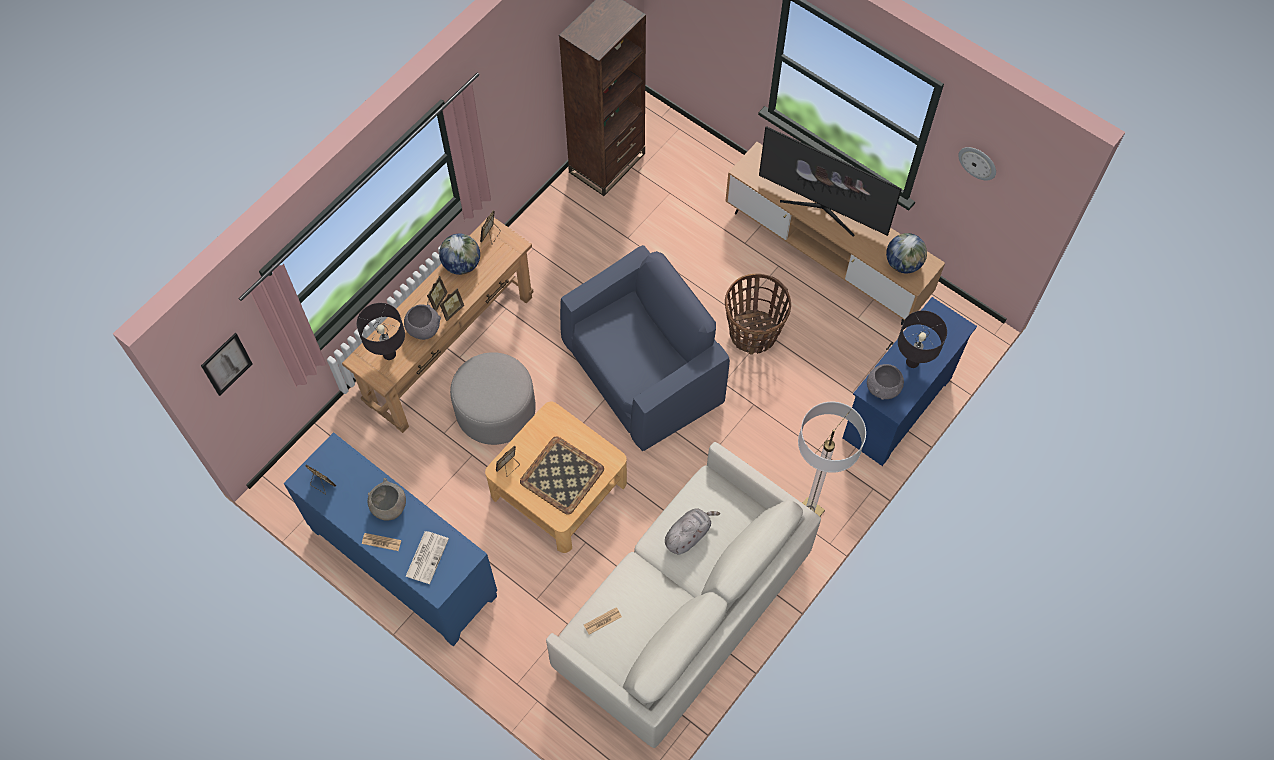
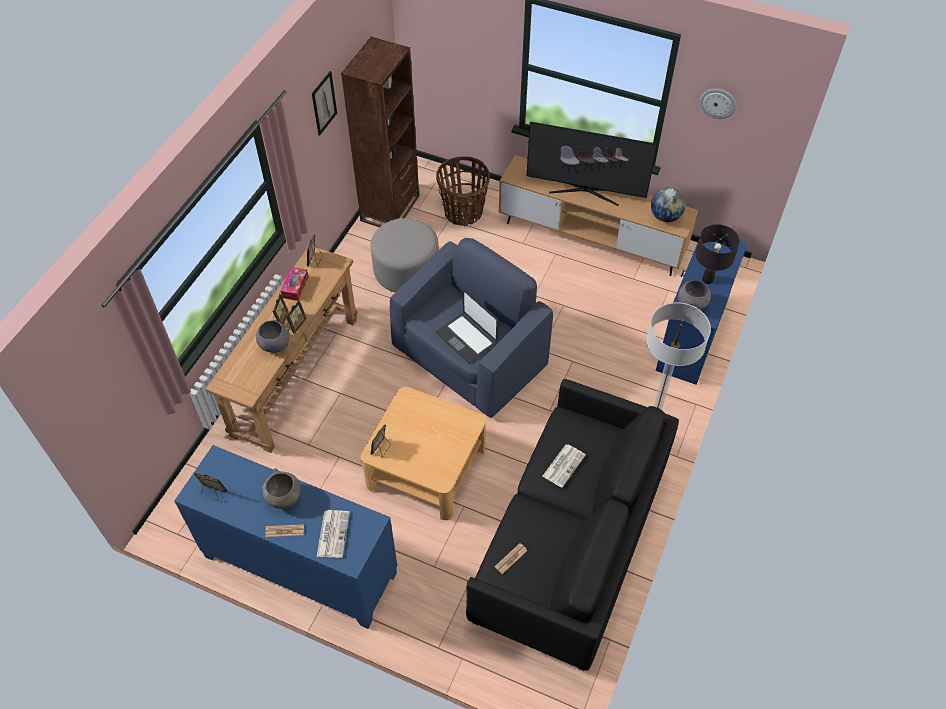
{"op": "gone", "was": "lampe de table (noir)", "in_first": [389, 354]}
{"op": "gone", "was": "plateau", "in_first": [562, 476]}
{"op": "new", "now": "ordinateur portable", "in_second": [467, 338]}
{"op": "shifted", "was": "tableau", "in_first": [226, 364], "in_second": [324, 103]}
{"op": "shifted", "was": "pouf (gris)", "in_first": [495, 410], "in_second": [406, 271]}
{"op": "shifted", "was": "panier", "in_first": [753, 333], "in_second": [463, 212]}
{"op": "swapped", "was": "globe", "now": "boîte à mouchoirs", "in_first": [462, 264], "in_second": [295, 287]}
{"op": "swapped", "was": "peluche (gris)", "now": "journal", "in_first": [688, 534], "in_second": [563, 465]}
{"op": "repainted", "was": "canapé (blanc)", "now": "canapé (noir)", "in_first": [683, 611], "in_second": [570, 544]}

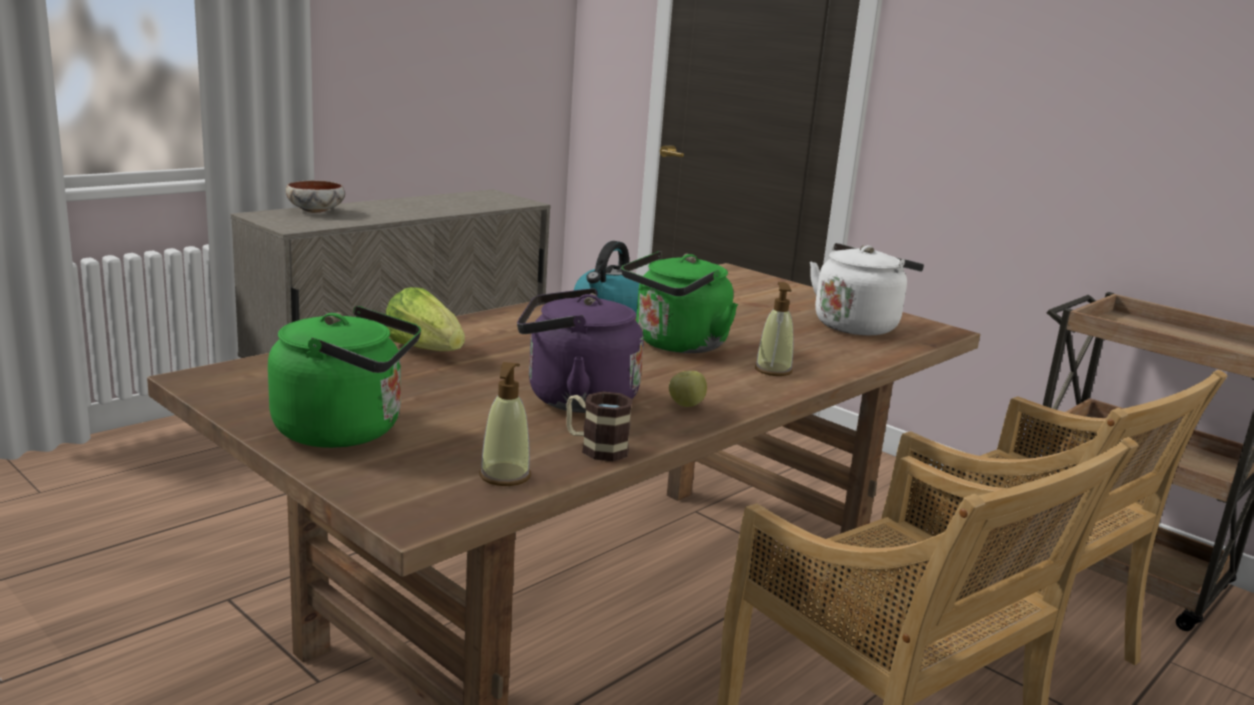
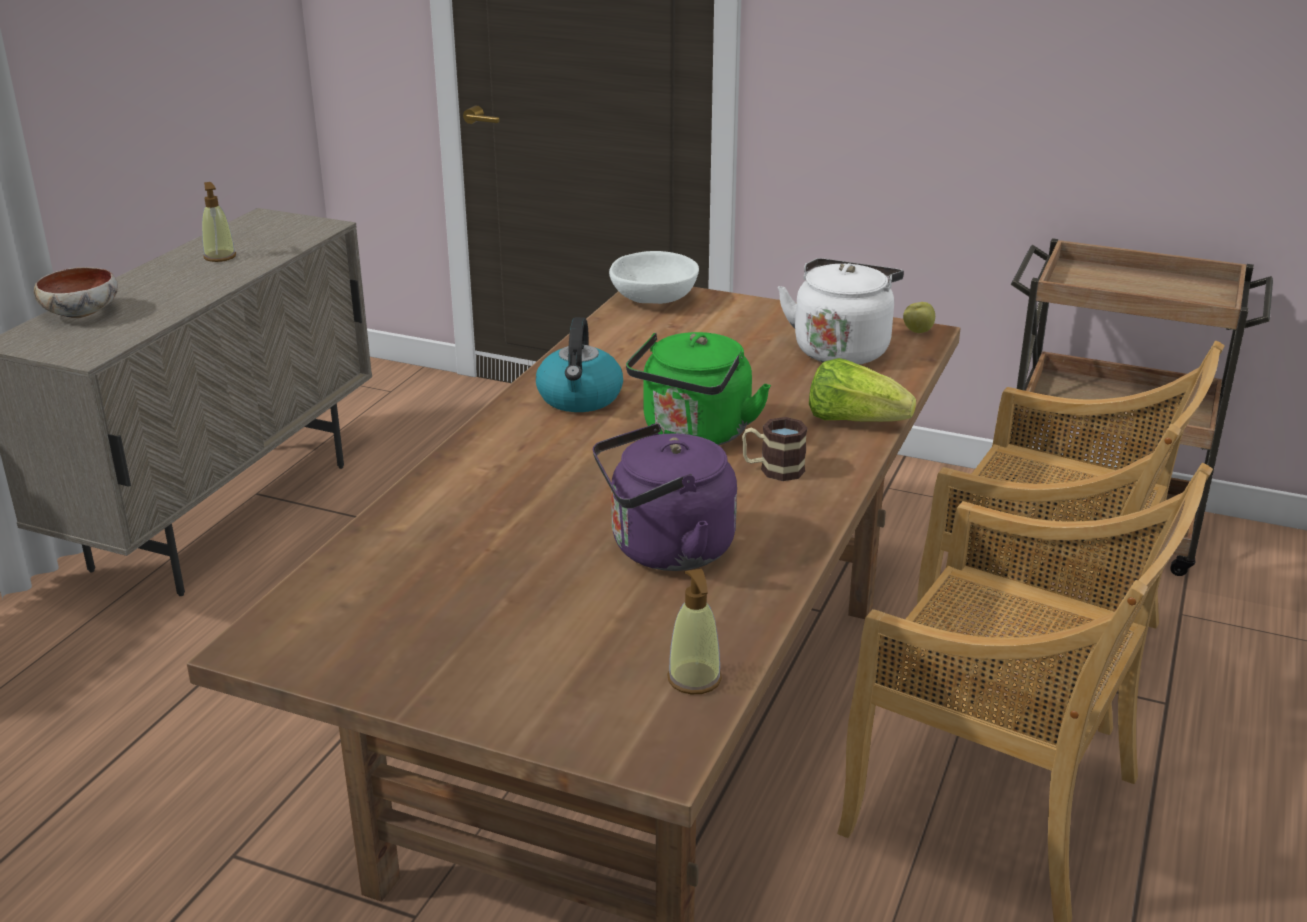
{"op": "gone", "was": "bouilloire (vert)", "in_first": [347, 431]}
{"op": "new", "now": "bol (blanc)", "in_second": [653, 300]}
{"op": "shifted", "was": "laitue", "in_first": [425, 350], "in_second": [854, 421]}
{"op": "shifted", "was": "mug", "in_first": [595, 448], "in_second": [773, 470]}
{"op": "shifted", "was": "pomme", "in_first": [685, 405], "in_second": [917, 331]}
{"op": "shifted", "was": "distributeur de savon", "in_first": [773, 370], "in_second": [220, 257]}

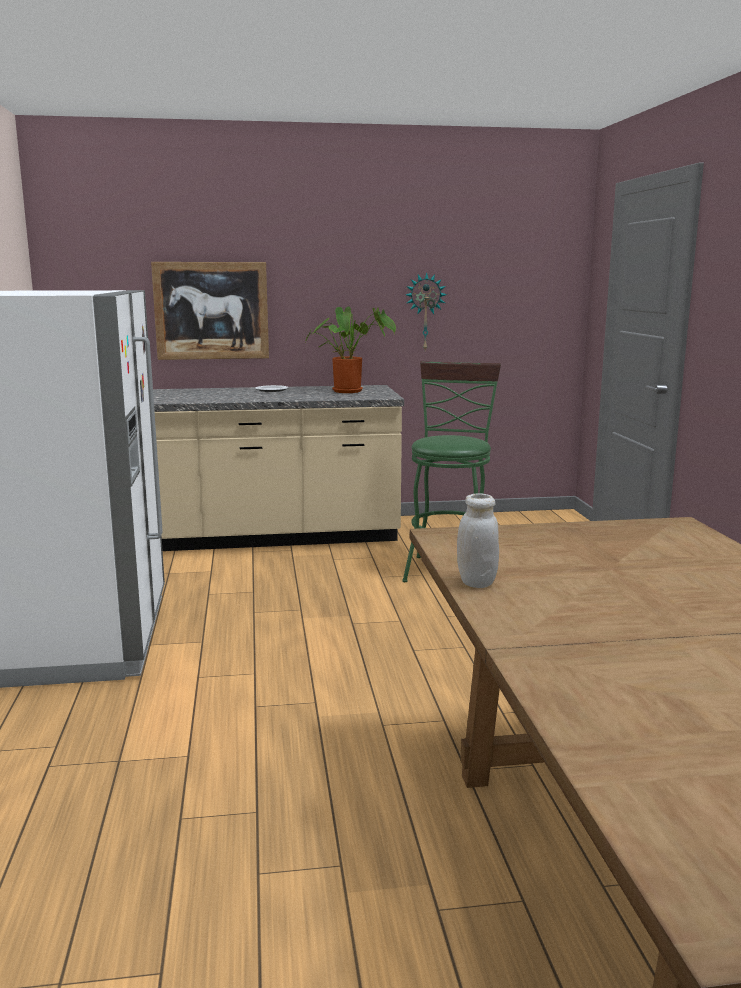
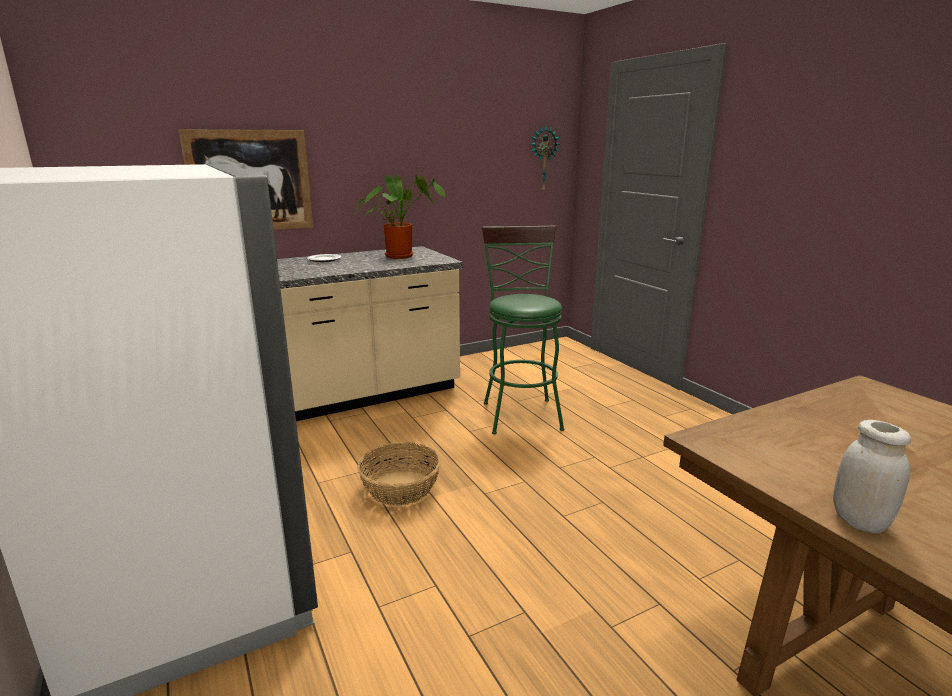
{"op": "new", "now": "panier", "in_second": [401, 487]}
{"op": "shifted", "was": "horloge murale", "in_first": [425, 312], "in_second": [543, 159]}

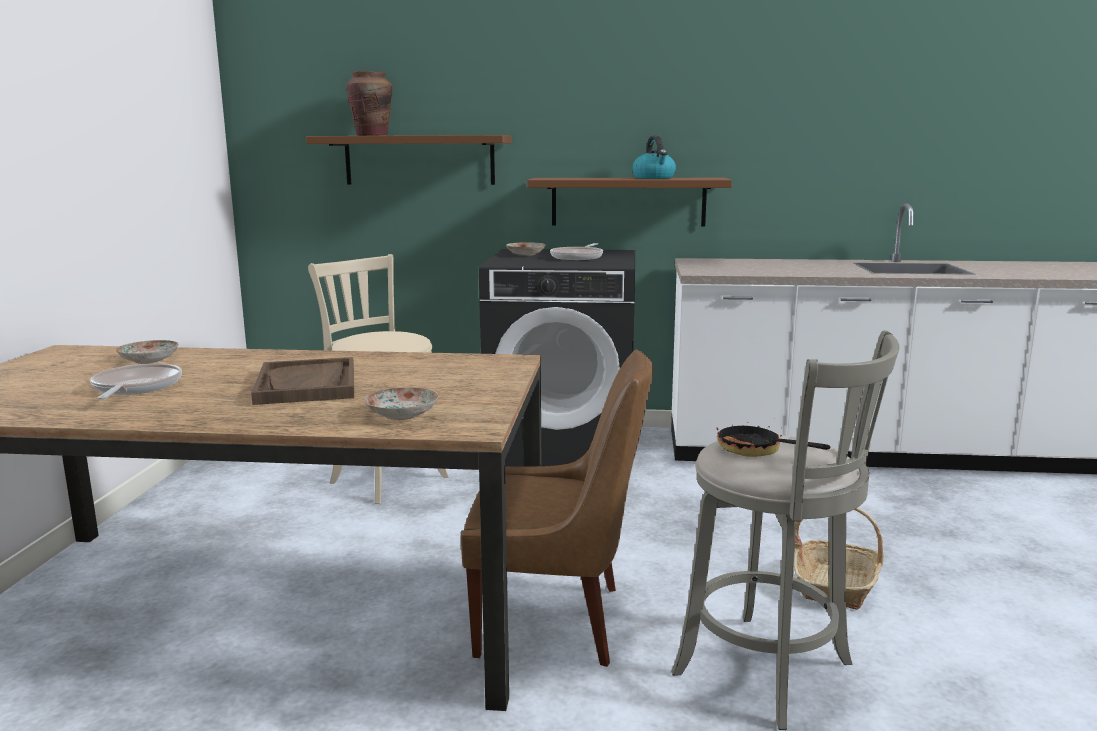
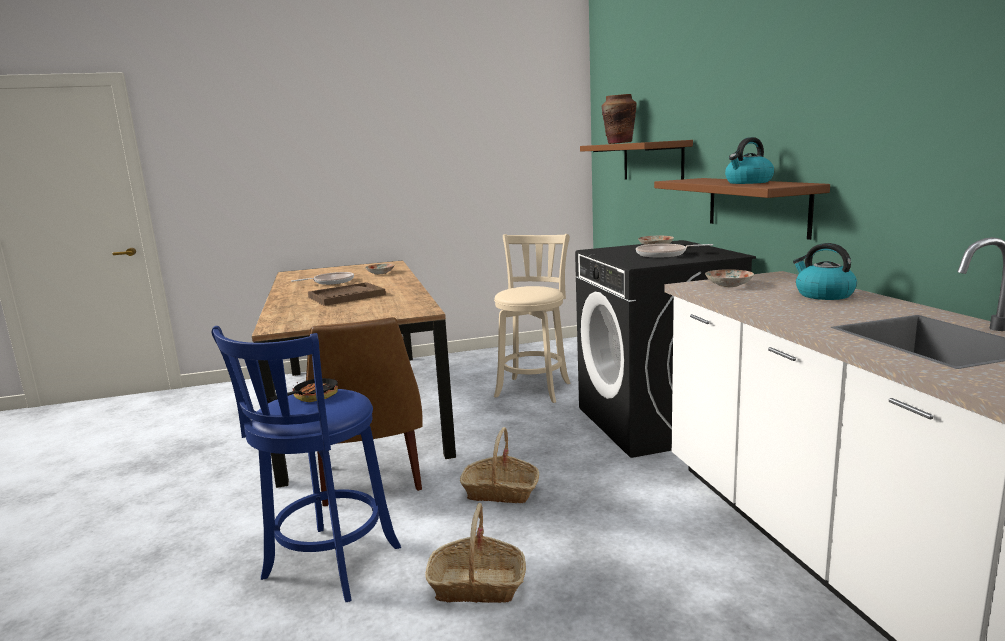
{"op": "new", "now": "panier", "in_second": [500, 491]}
{"op": "new", "now": "bouilloire", "in_second": [823, 295]}
{"op": "shifted", "was": "assiette", "in_first": [402, 414], "in_second": [729, 285]}
{"op": "repainted", "was": "tabouret (gris)", "now": "tabouret (bleu)", "in_first": [771, 672], "in_second": [328, 566]}

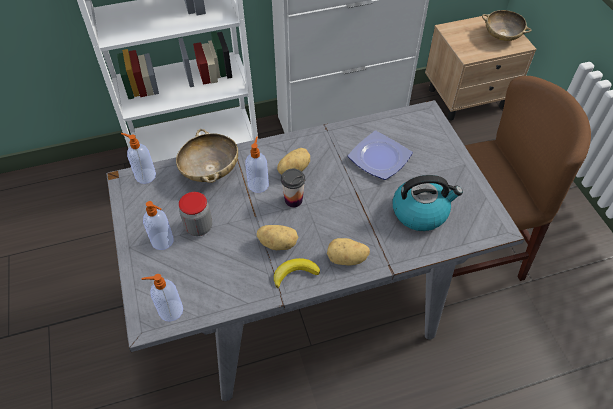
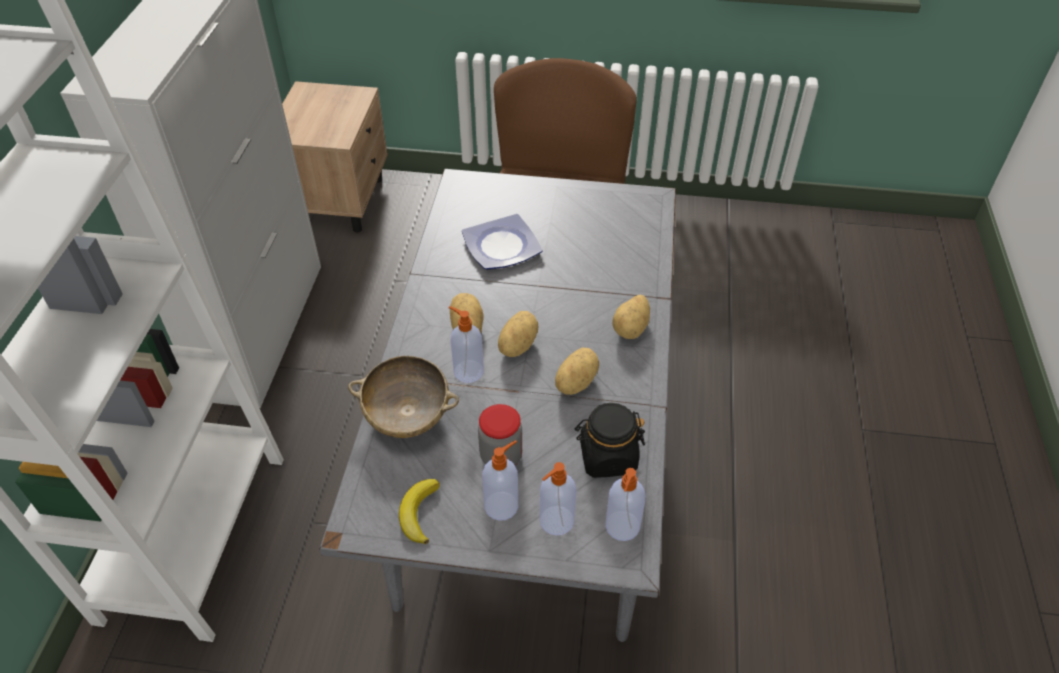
{"op": "gone", "was": "bouilloire", "in_first": [420, 212]}
{"op": "gone", "was": "bol (beige)", "in_first": [502, 36]}
{"op": "new", "now": "bocal (noir)", "in_second": [607, 457]}
{"op": "shifted", "was": "distributeur de savon", "in_first": [145, 176], "in_second": [555, 521]}
{"op": "shifted", "was": "banane", "in_first": [295, 273], "in_second": [419, 513]}
{"op": "swapped", "was": "tasse", "now": "pomme de terre", "in_first": [293, 200], "in_second": [516, 345]}

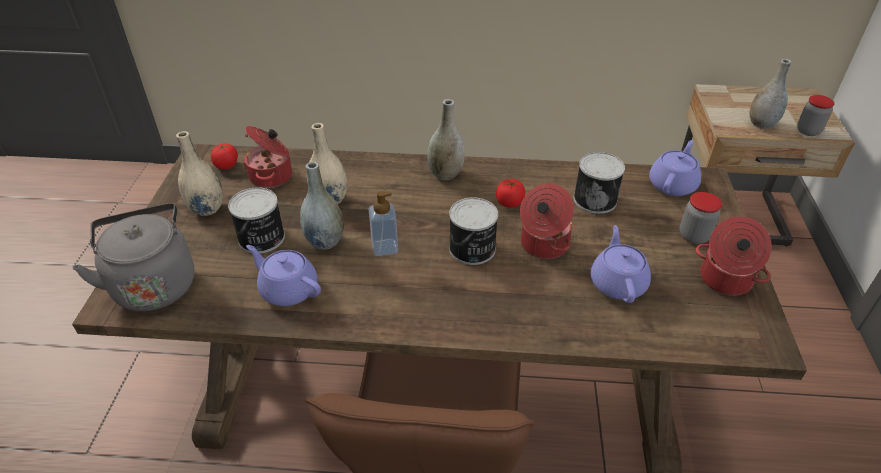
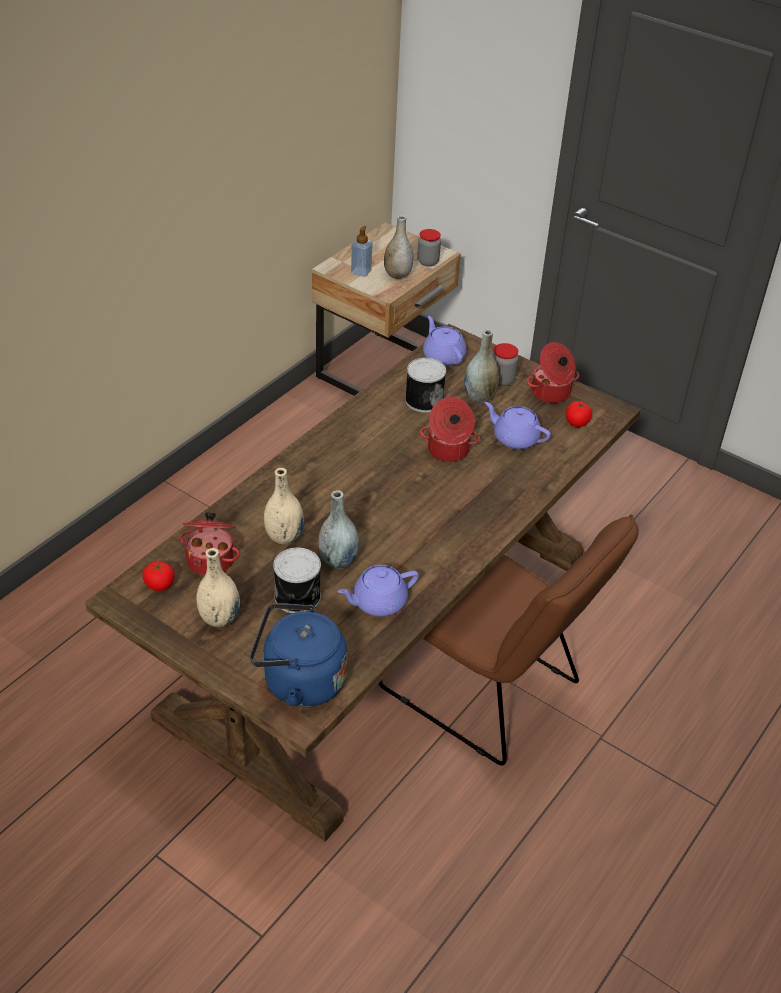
{"op": "gone", "was": "boîte métallique", "in_first": [472, 249]}
{"op": "shifted", "was": "distributeur de savon", "in_first": [384, 247], "in_second": [361, 271]}
{"op": "shifted", "was": "vase (gris)", "in_first": [445, 174], "in_second": [479, 397]}
{"op": "shifted", "was": "tomate", "in_first": [509, 202], "in_second": [577, 422]}
{"op": "repainted", "was": "bouilloire (gris)", "now": "bouilloire (bleu)", "in_first": [154, 283], "in_second": [298, 682]}

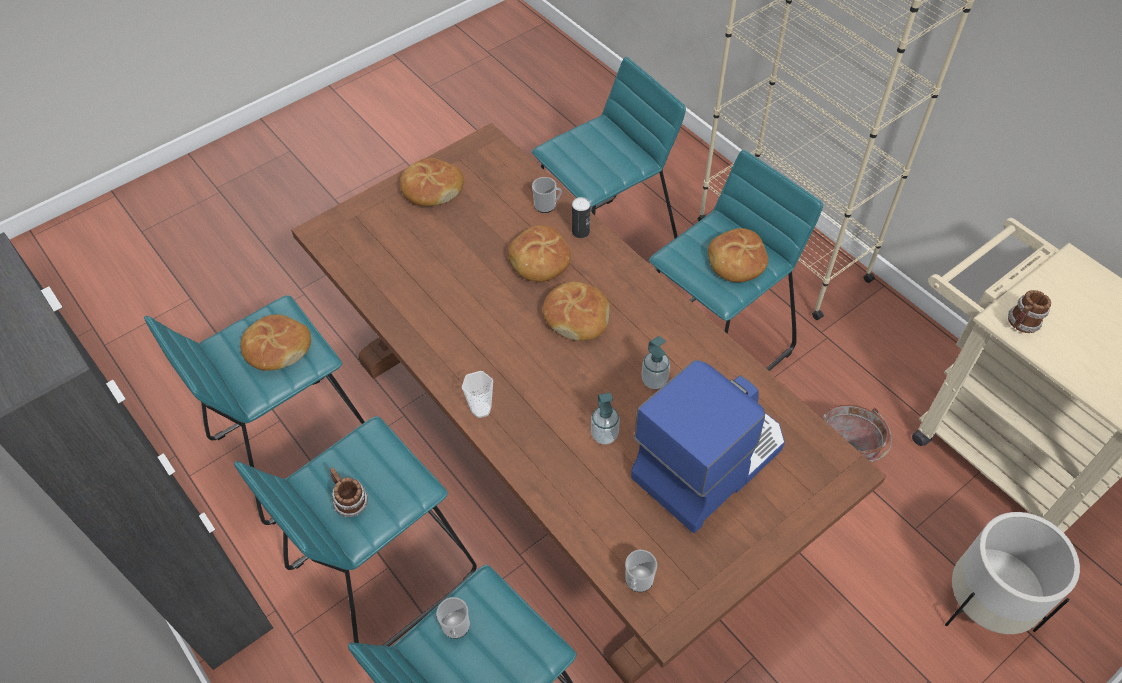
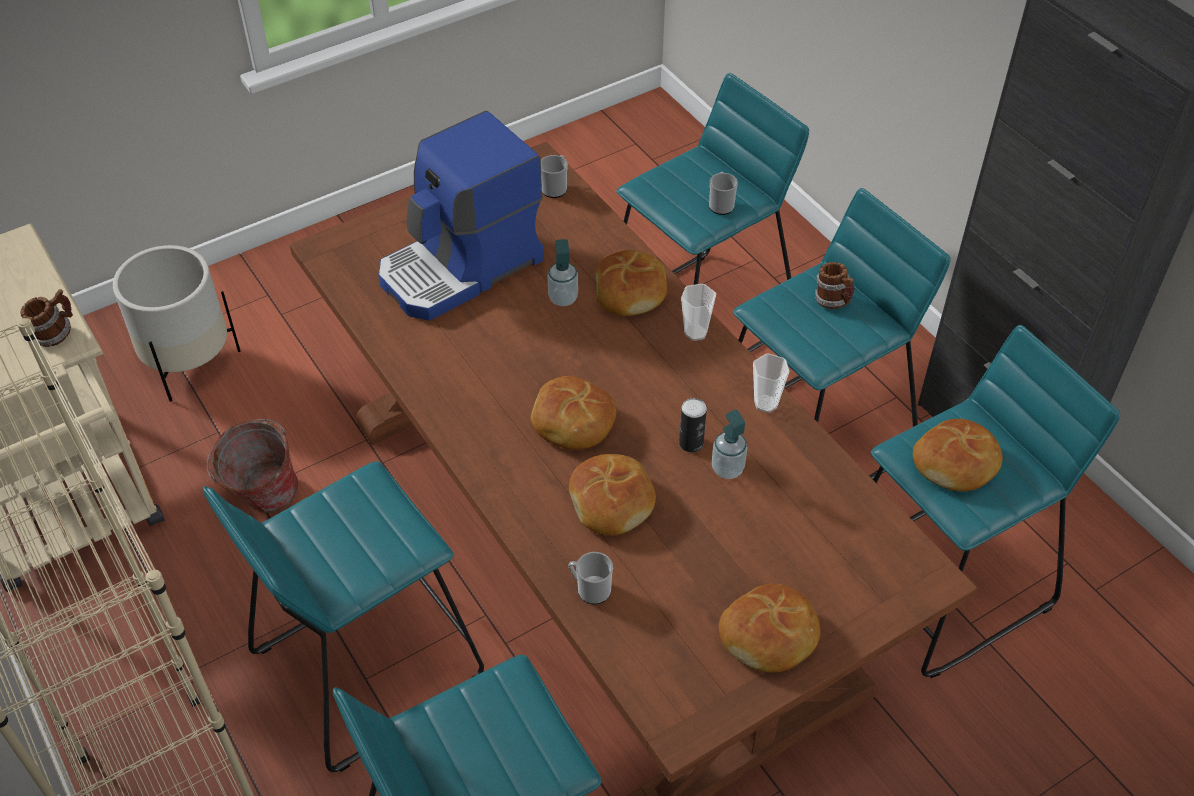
{"op": "new", "now": "tasse", "in_second": [766, 403]}
{"op": "shifted", "was": "boîte métallique", "in_first": [580, 232], "in_second": [691, 443]}
{"op": "shifted", "was": "distributeur de savon", "in_first": [654, 380], "in_second": [727, 469]}
{"op": "shifted", "was": "pain", "in_first": [736, 262], "in_second": [631, 292]}

